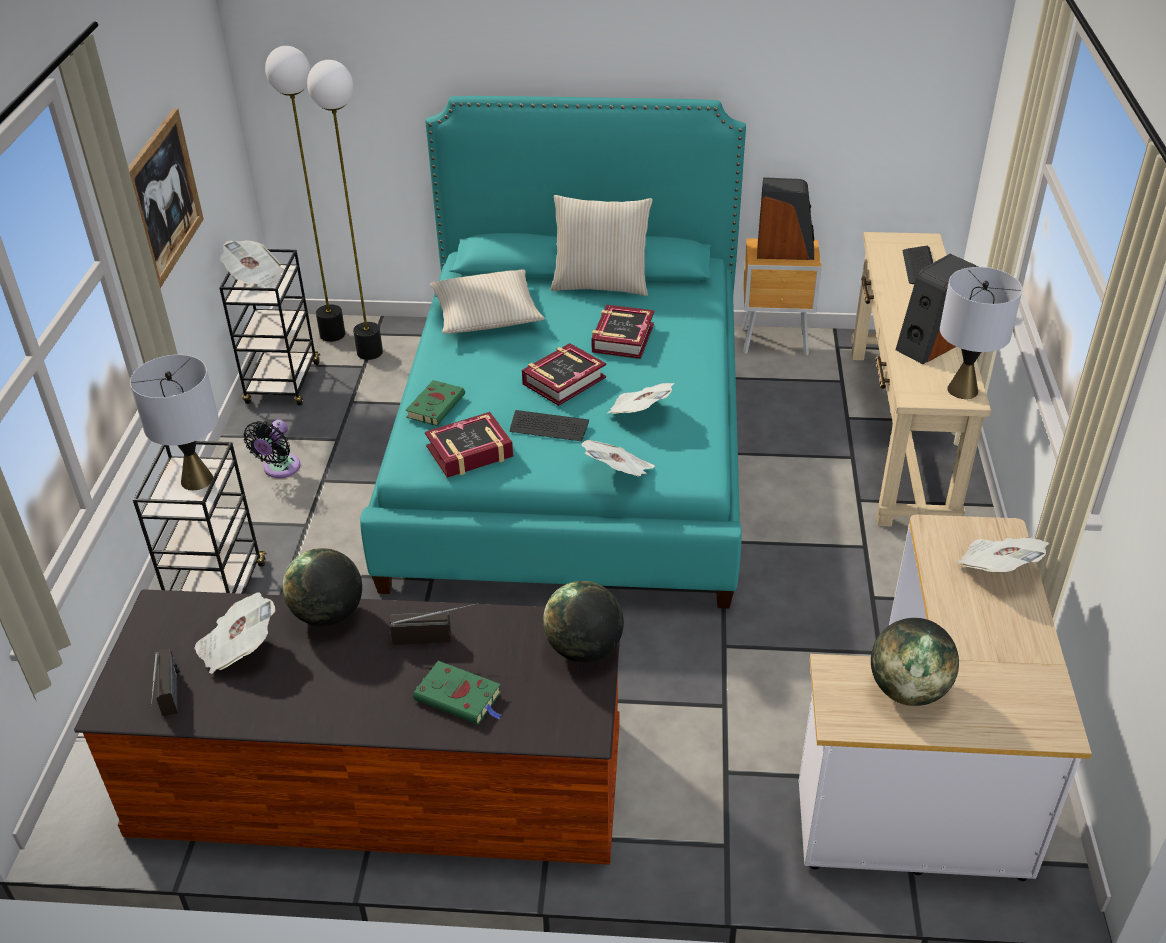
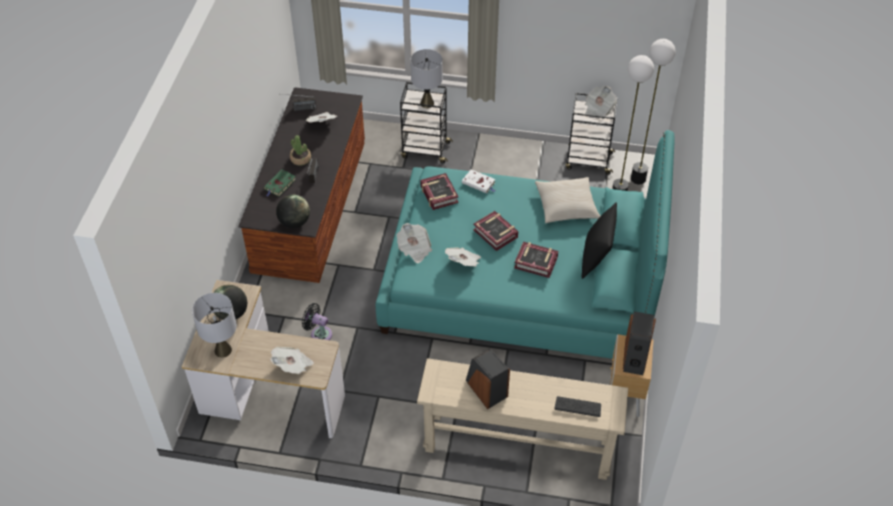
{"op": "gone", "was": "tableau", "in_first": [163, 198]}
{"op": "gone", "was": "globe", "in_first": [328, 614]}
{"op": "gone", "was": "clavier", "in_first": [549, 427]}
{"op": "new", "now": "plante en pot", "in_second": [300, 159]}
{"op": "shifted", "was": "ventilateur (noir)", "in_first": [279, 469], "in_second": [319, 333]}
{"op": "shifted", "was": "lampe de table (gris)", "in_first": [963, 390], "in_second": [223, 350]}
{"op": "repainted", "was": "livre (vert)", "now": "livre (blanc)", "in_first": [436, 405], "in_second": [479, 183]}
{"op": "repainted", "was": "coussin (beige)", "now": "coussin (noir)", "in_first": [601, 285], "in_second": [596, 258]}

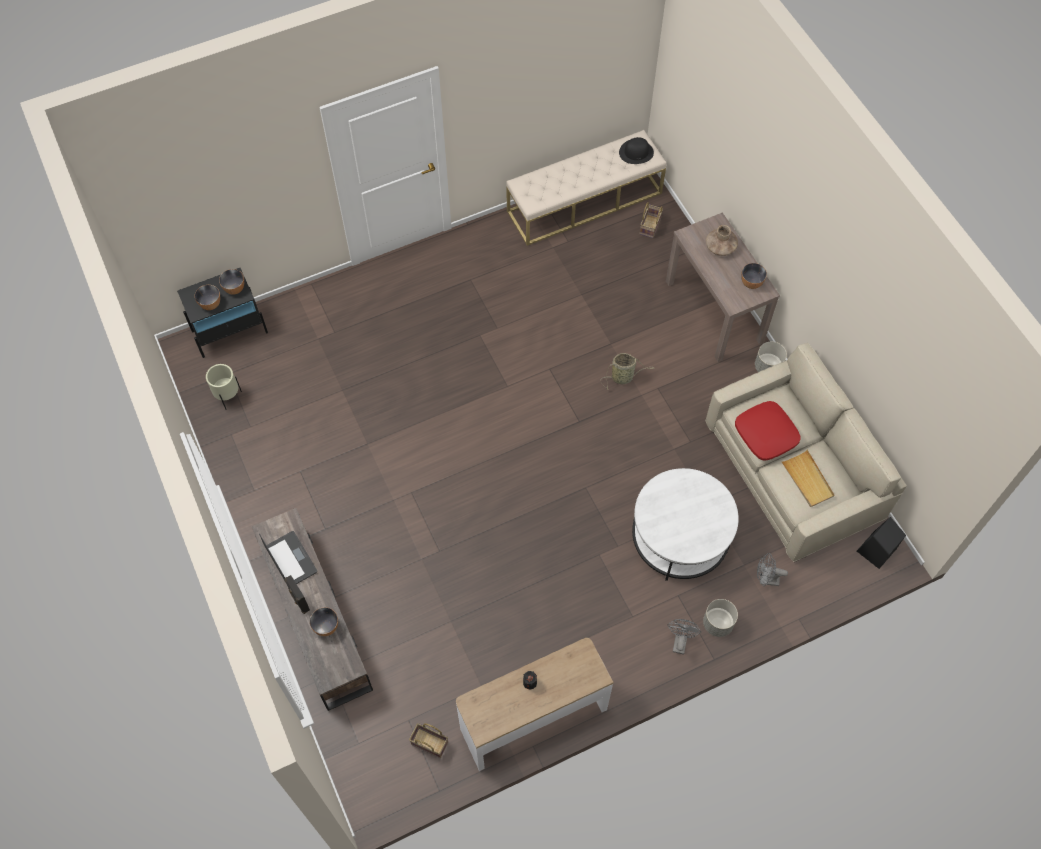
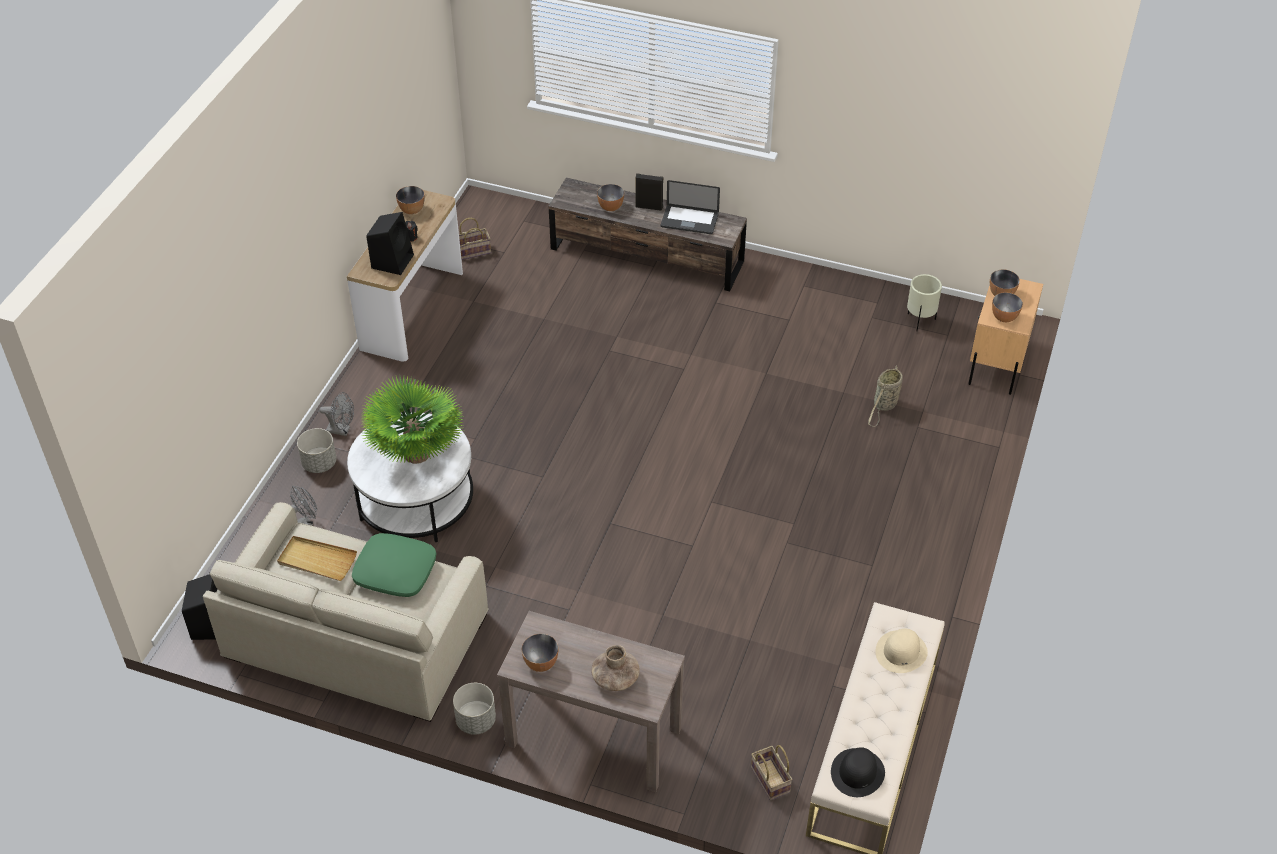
{"op": "new", "now": "plante en pot", "in_second": [417, 453]}
{"op": "new", "now": "enceinte (noir)", "in_second": [392, 260]}
{"op": "new", "now": "bol", "in_second": [411, 210]}
{"op": "new", "now": "chapeau (beige)", "in_second": [901, 652]}
{"op": "shifted", "was": "panier", "in_first": [623, 377], "in_second": [884, 405]}
{"op": "repainted", "was": "table de chevet (noir)", "now": "table de chevet (beige)", "in_first": [230, 331], "in_second": [997, 362]}
{"op": "repainted", "was": "coussin (rouge)", "now": "coussin (vert)", "in_first": [766, 434], "in_second": [395, 572]}
{"op": "rotated", "was": "ventilateur (gris)", "in_first": [680, 640], "in_second": [342, 430], "clockwise": -45}

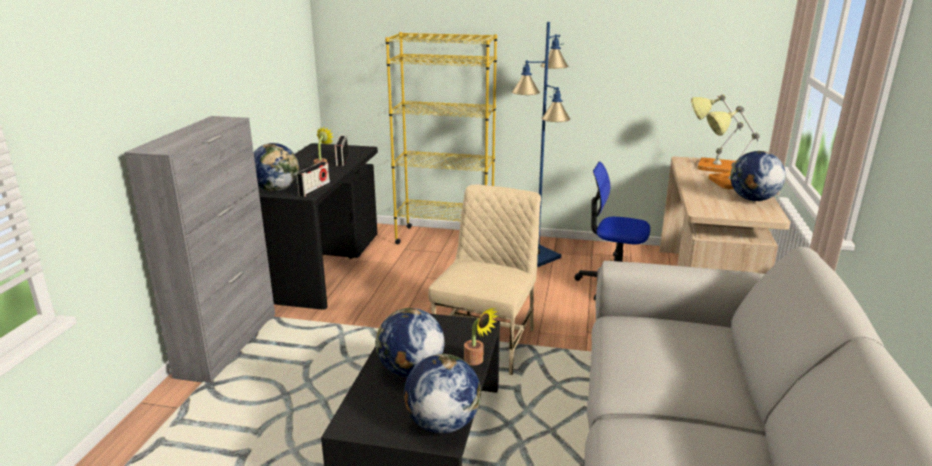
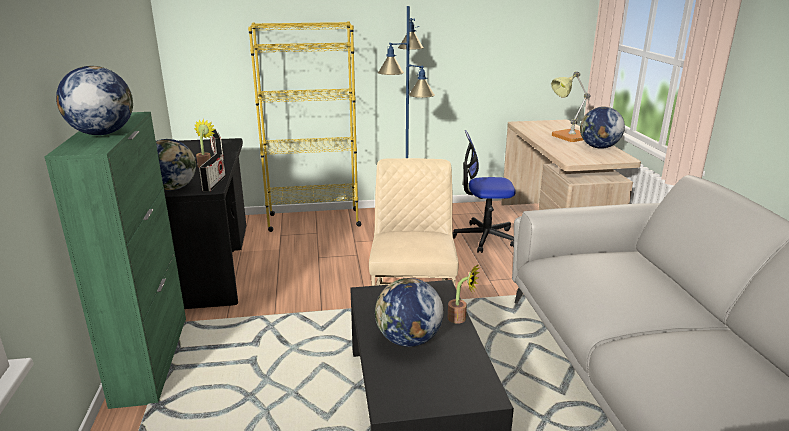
{"op": "gone", "was": "lampe de table", "in_first": [710, 166]}
{"op": "shifted", "was": "globe", "in_first": [442, 423], "in_second": [102, 134]}
{"op": "repainted", "was": "meuble de rangement (gris)", "now": "meuble de rangement (vert)", "in_first": [228, 343], "in_second": [152, 358]}

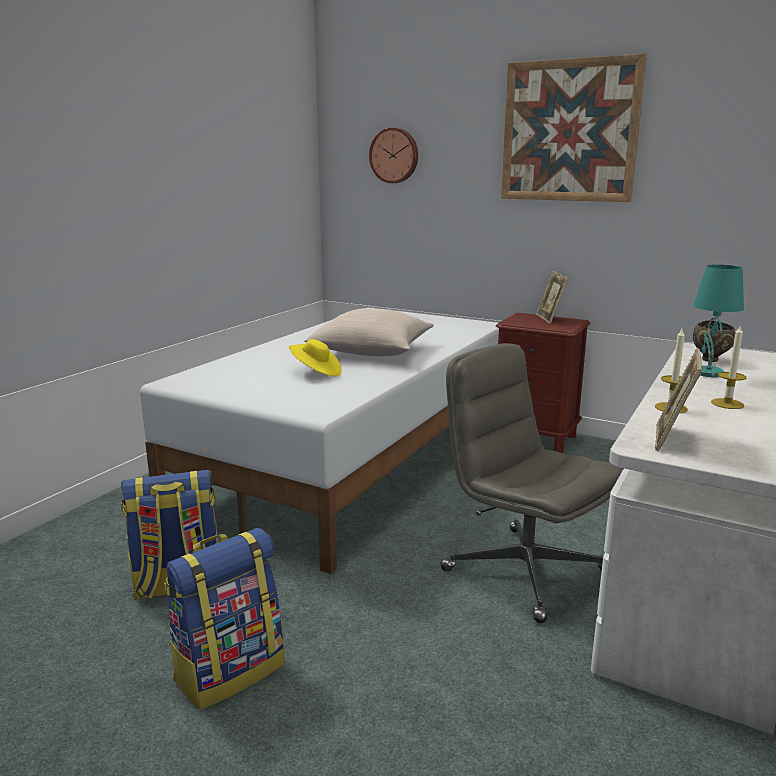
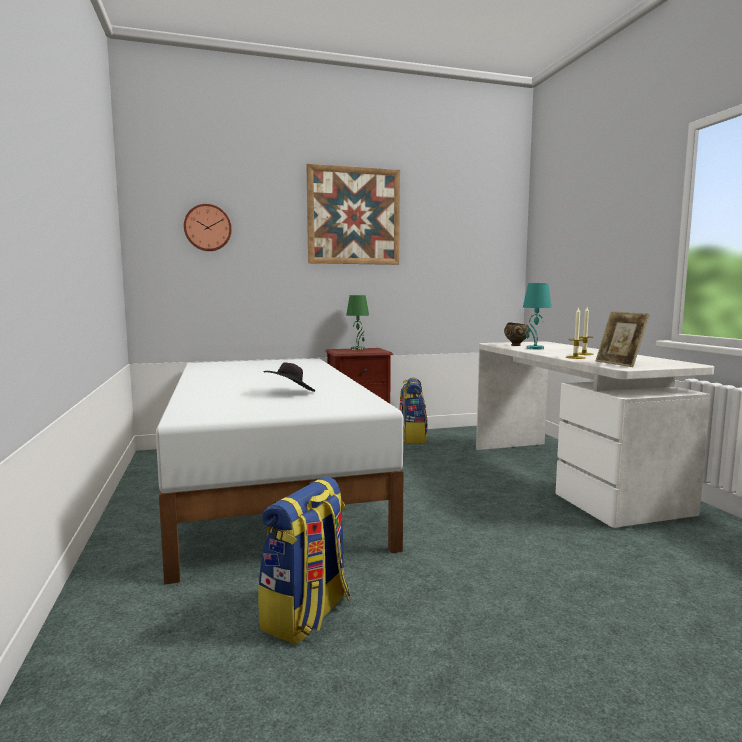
{"op": "gone", "was": "coussin (beige)", "in_first": [371, 351]}
{"op": "gone", "was": "chaise de bureau (gris)", "in_first": [523, 571]}
{"op": "shifted", "was": "sac à dos", "in_first": [230, 671], "in_second": [412, 438]}
{"op": "swapped", "was": "cadre photo", "now": "lampe de table (vert)", "in_first": [550, 319], "in_second": [358, 349]}
{"op": "repainted", "was": "chapeau (jaune)", "now": "chapeau (noir)", "in_first": [316, 372], "in_second": [290, 393]}

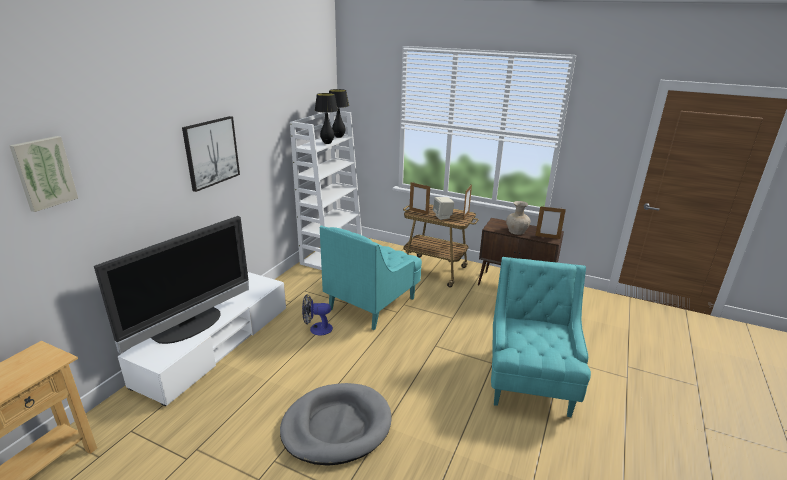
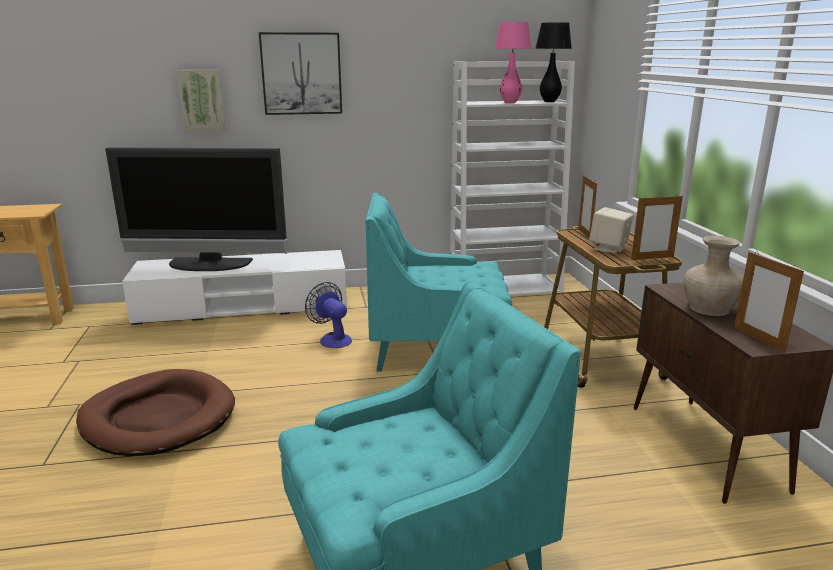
{"op": "shifted", "was": "tableau", "in_first": [44, 173], "in_second": [202, 100]}
{"op": "repainted", "was": "panier pour chien (gris)", "now": "panier pour chien (marron)", "in_first": [336, 426], "in_second": [158, 418]}
{"op": "repainted", "was": "lampe de table (noir)", "now": "lampe de table (rose)", "in_first": [327, 143], "in_second": [509, 103]}

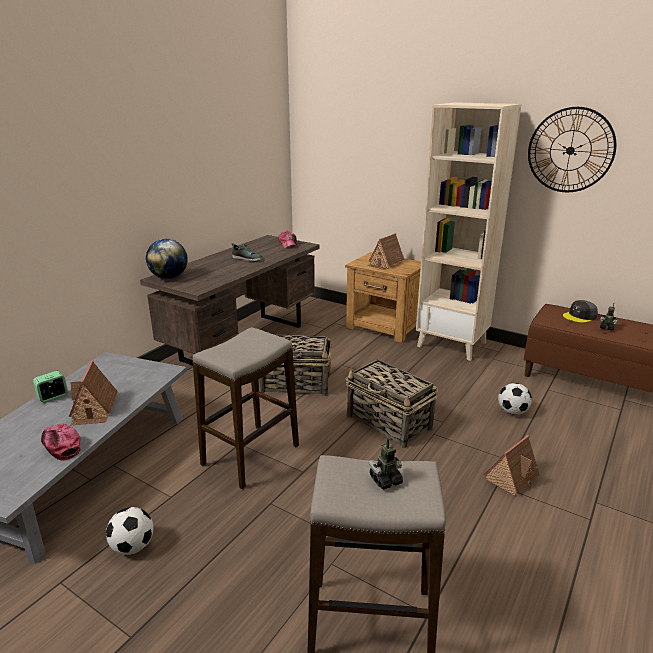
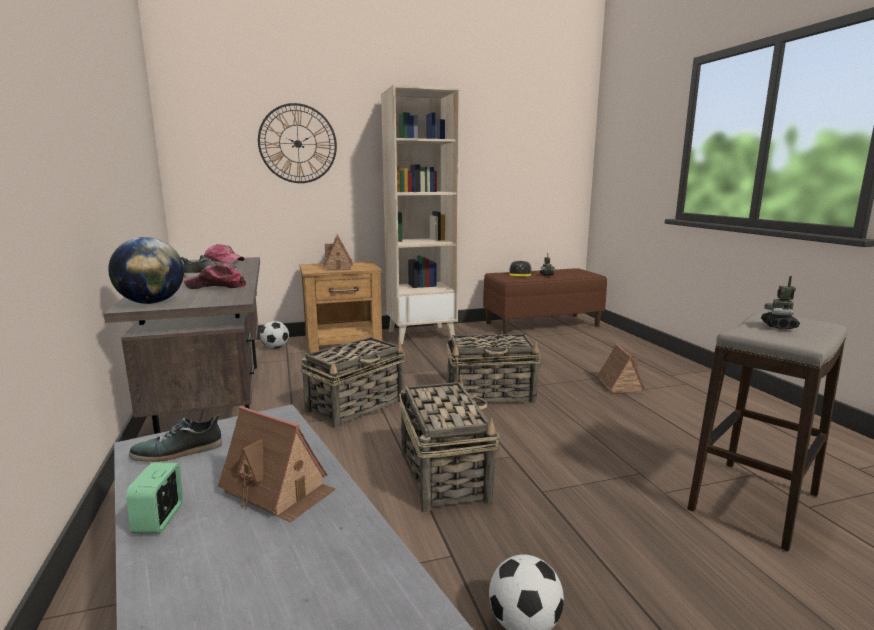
{"op": "new", "now": "chaussure", "in_second": [178, 451]}
{"op": "shifted", "was": "casquette", "in_first": [61, 445], "in_second": [216, 286]}
{"op": "shifted", "was": "ballon de foot", "in_first": [512, 412], "in_second": [275, 348]}
{"op": "shifted", "was": "horloge murale", "in_first": [570, 150], "in_second": [298, 144]}
{"op": "swapped", "was": "tabouret", "now": "panier", "in_first": [250, 455], "in_second": [444, 473]}

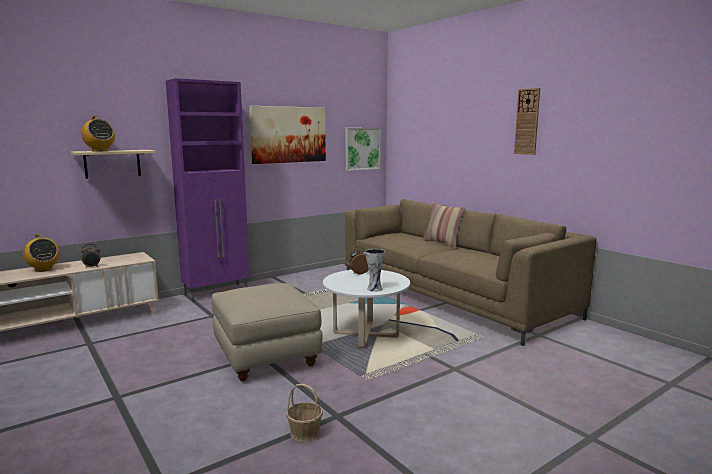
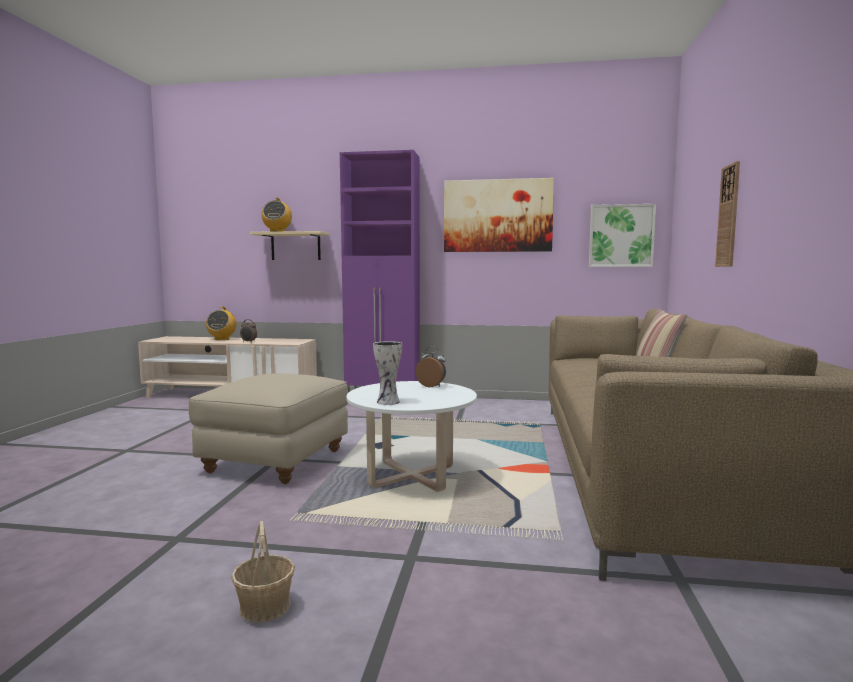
{"op": "shifted", "was": "panier", "in_first": [304, 432], "in_second": [265, 607]}
{"op": "shifted", "was": "horloge murale", "in_first": [527, 121], "in_second": [728, 216]}

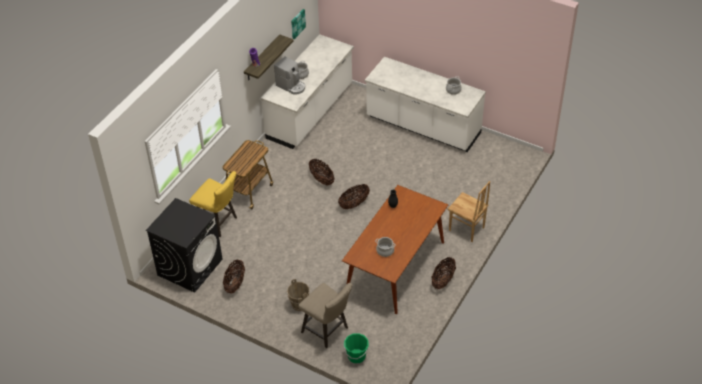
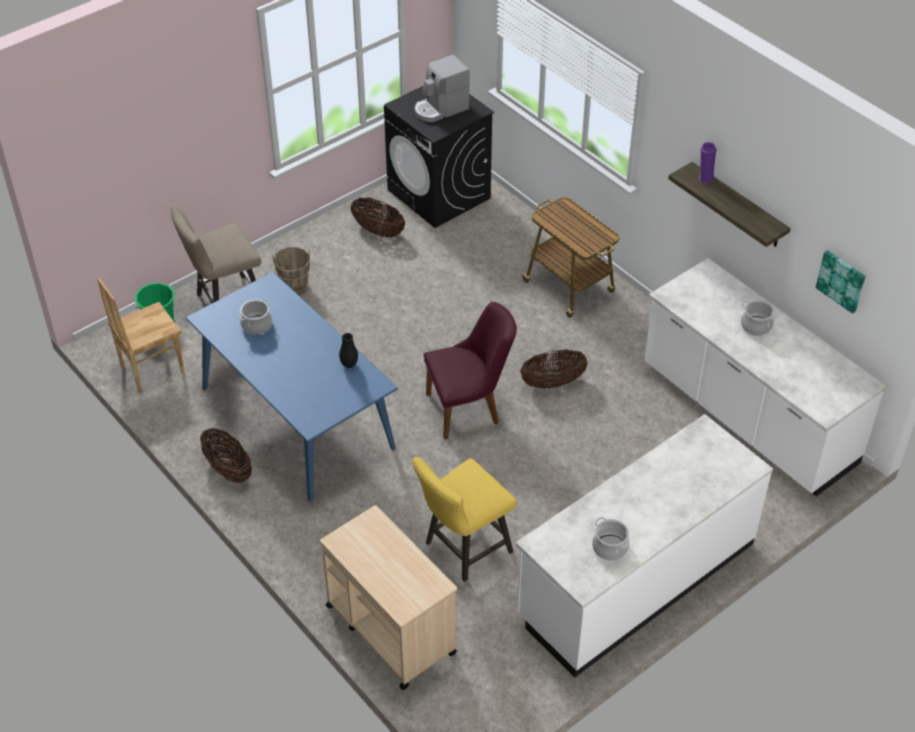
{"op": "new", "now": "chariot (beige)", "in_second": [390, 628]}
{"op": "shifted", "was": "tabouret (jaune)", "in_first": [219, 223], "in_second": [463, 550]}
{"op": "shifted", "was": "machine à café", "in_first": [291, 86], "in_second": [440, 109]}
{"op": "shifted", "was": "chaise (marron)", "in_first": [466, 229], "in_second": [151, 369]}
{"op": "swapped", "was": "panier", "now": "chaise (violet)", "in_first": [354, 204], "in_second": [470, 408]}
{"op": "repainted", "was": "table à manger (marron)", "now": "table à manger (bleu)", "in_first": [395, 266], "in_second": [298, 418]}

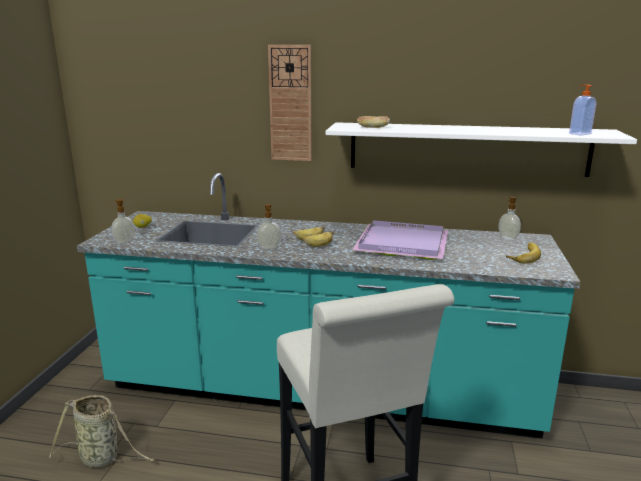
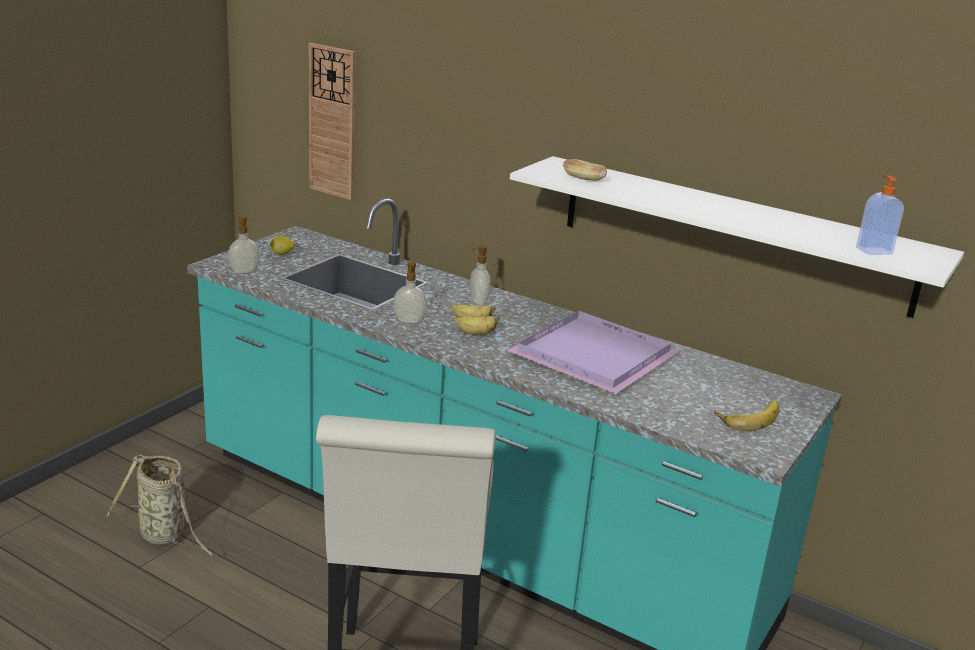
{"op": "shifted", "was": "horloge murale", "in_first": [290, 104], "in_second": [333, 122]}
{"op": "shifted", "was": "distributeur de savon", "in_first": [507, 238], "in_second": [478, 301]}

